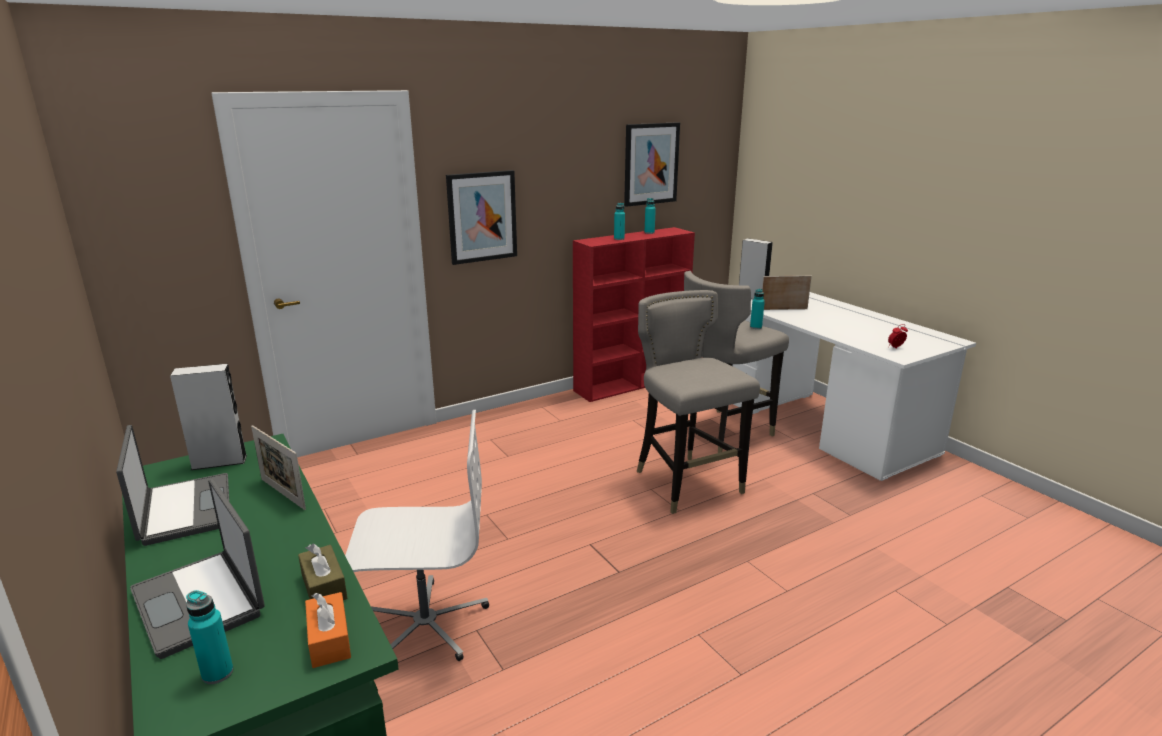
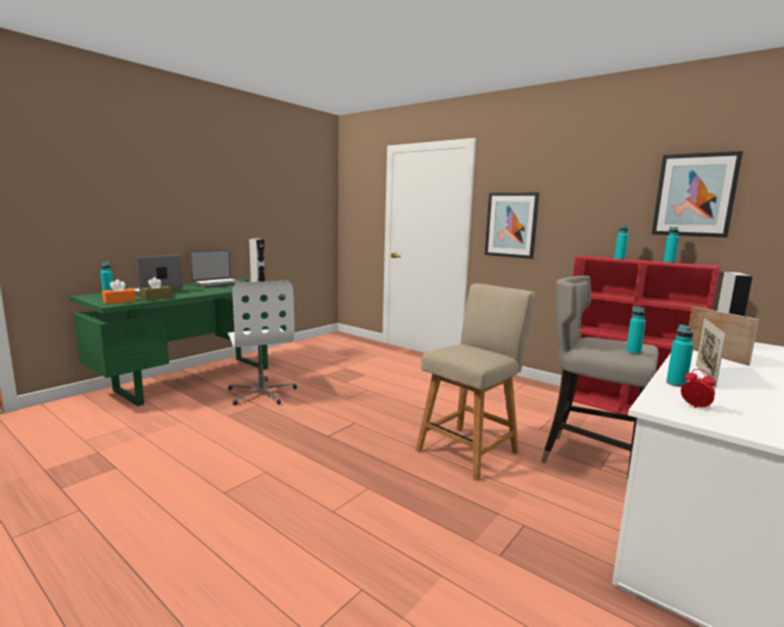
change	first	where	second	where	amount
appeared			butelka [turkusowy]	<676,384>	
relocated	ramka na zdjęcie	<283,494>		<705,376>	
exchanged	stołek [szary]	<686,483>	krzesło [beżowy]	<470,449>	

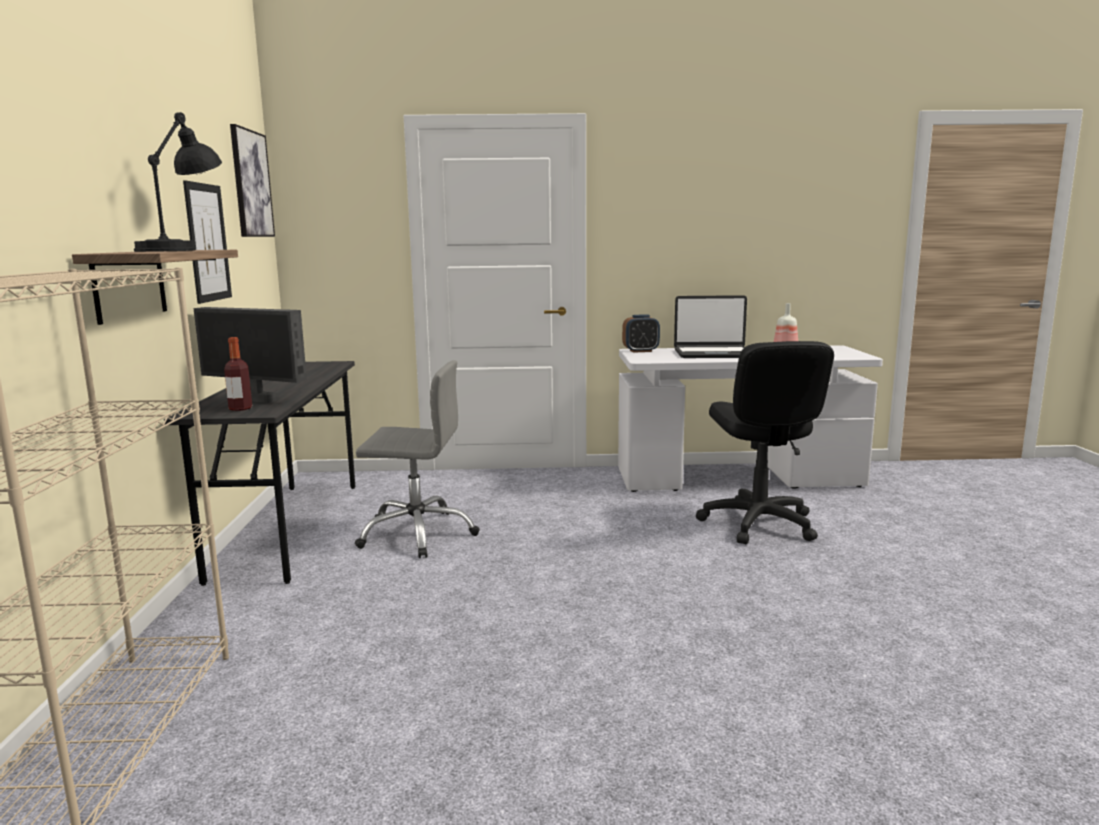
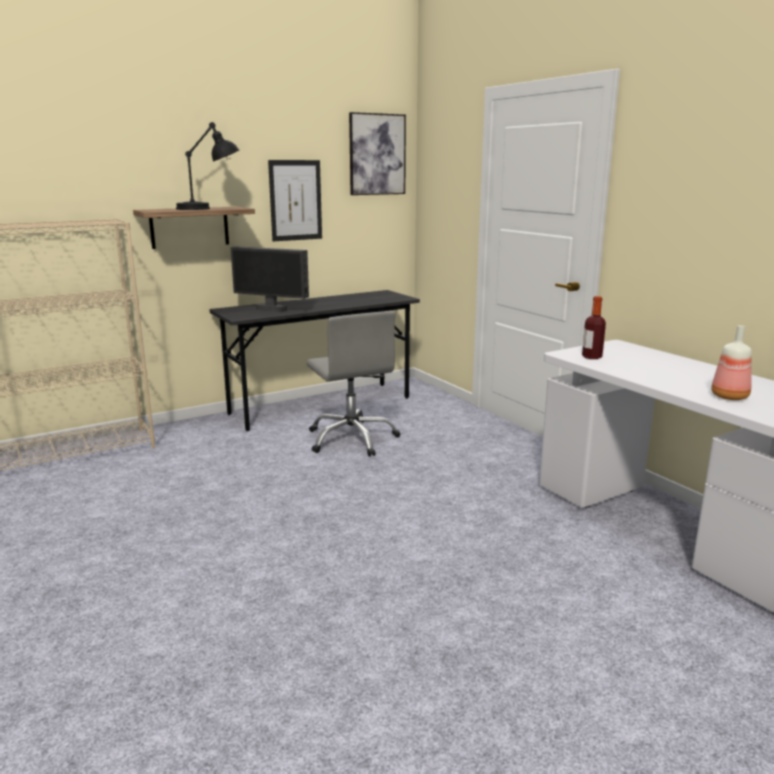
change	first	where	second	where	amount
missing	budzik	<640,351>			
missing	laptop	<713,354>			
missing	krzesło biurowe [czarny]	<758,523>			
relocated	butelka	<240,408>		<591,357>	
spun	monitor	<256,399>		<272,309>	60 degrees counterclockwise

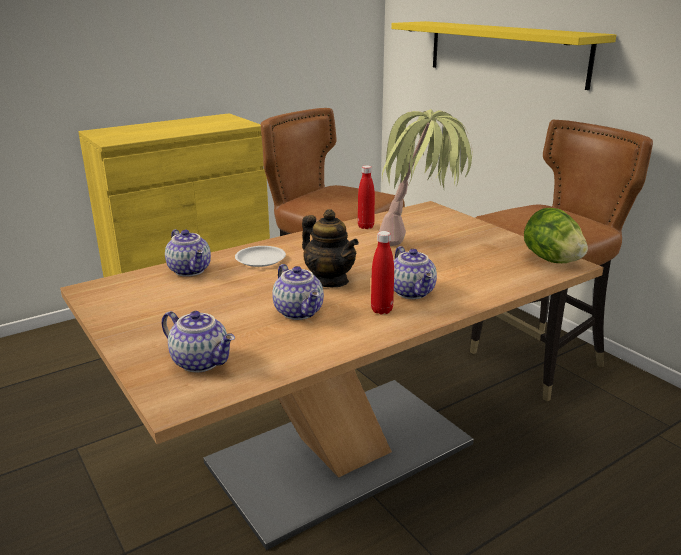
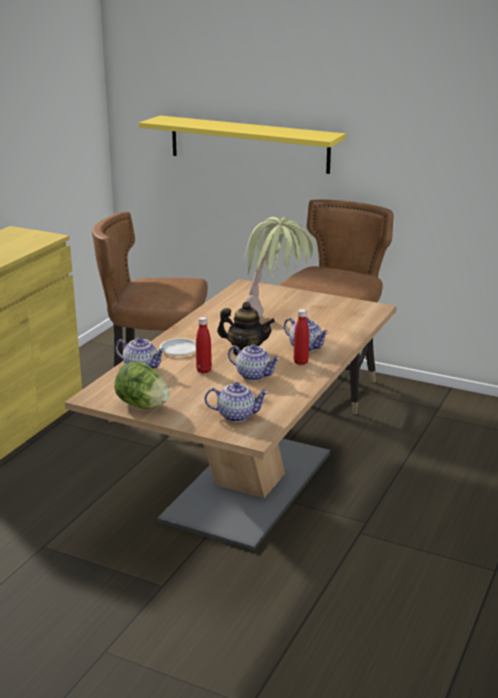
change	first	where	second	where	amount
relocated	butelka [czerwony]	<365,227>		<204,370>	
relocated	sałata	<551,260>		<142,405>	

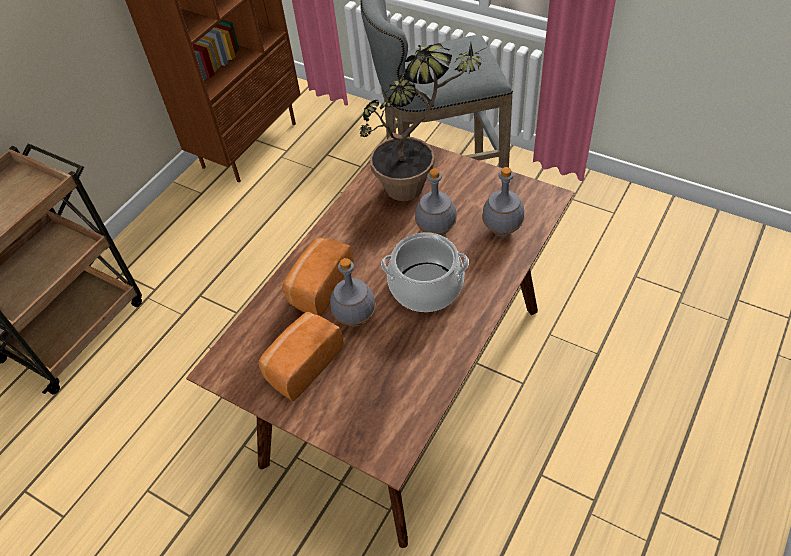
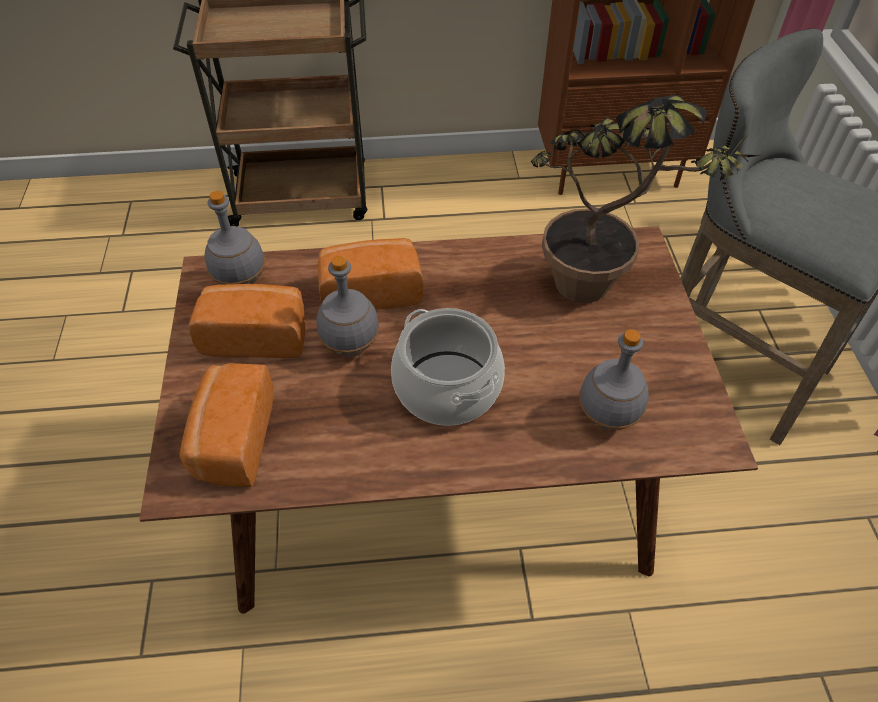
change	first	where	second	where	amount
appeared			chleb	<232,440>	
relocated	butelka [szary]	<437,231>		<241,283>	

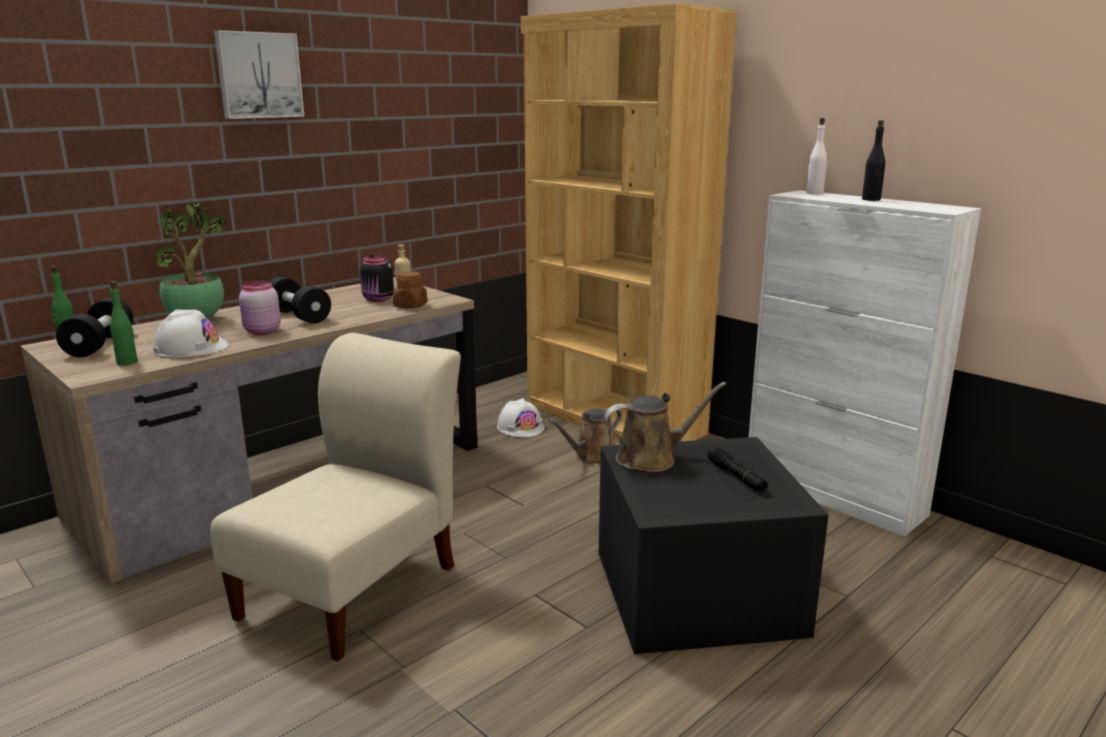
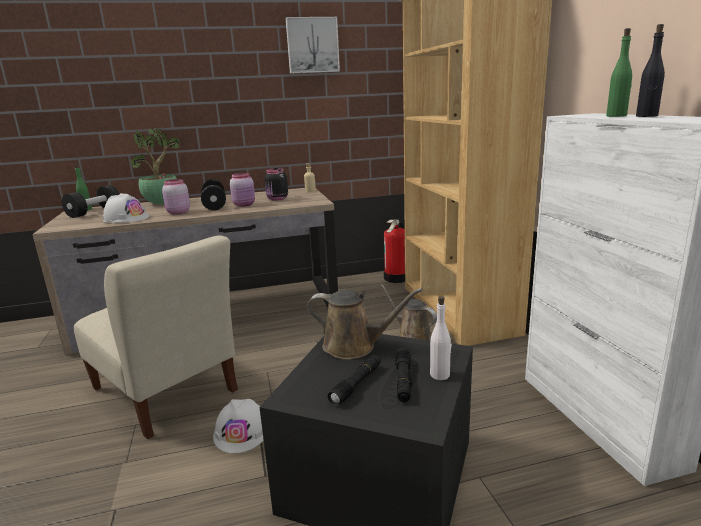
change	first	where	second	where	amount
missing	słoik [brązowy]	<410,306>			
appeared			słoik [różowy]	<244,205>	
appeared			latarka [czarny]	<356,384>	
appeared			gaśnica	<396,278>	
relocated	butelka [zielony]	<127,362>		<616,116>	
relocated	obraz	<258,75>		<312,45>	
relocated	kask [biały]	<520,427>		<242,432>	
relocated	butelka [biały]	<815,193>		<440,375>	
spun	krzesło [beżowy]	<355,587>		<166,393>	75 degrees clockwise
spun	konewka [brązowy]	<592,457>		<412,335>	60 degrees clockwise

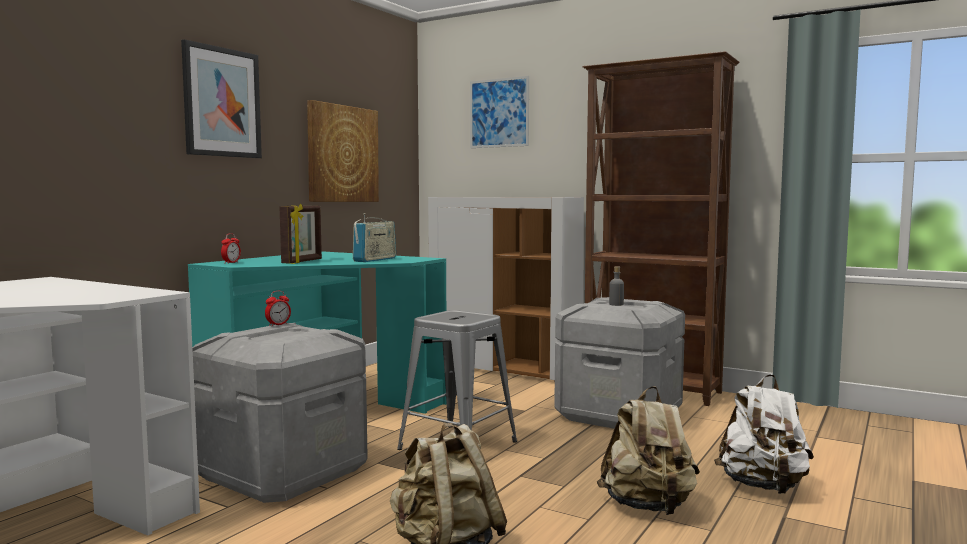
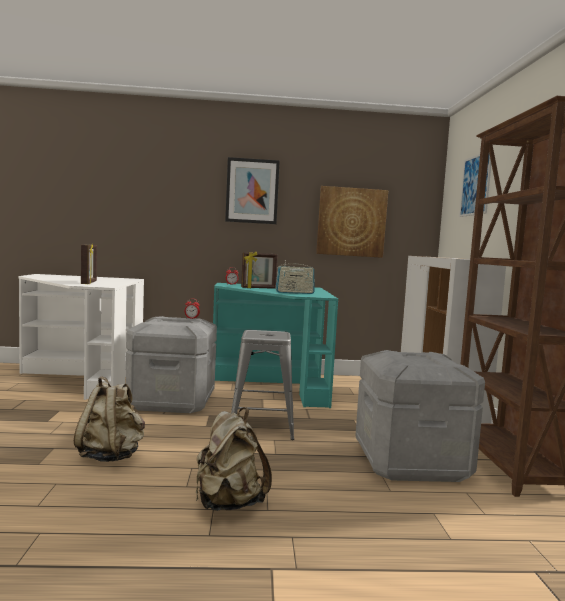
change	first	where	second	where	amount
missing	butelka [szary]	<616,304>			
missing	plecak [biały]	<763,487>			
appeared			ramka na zdjęcie	<89,283>	

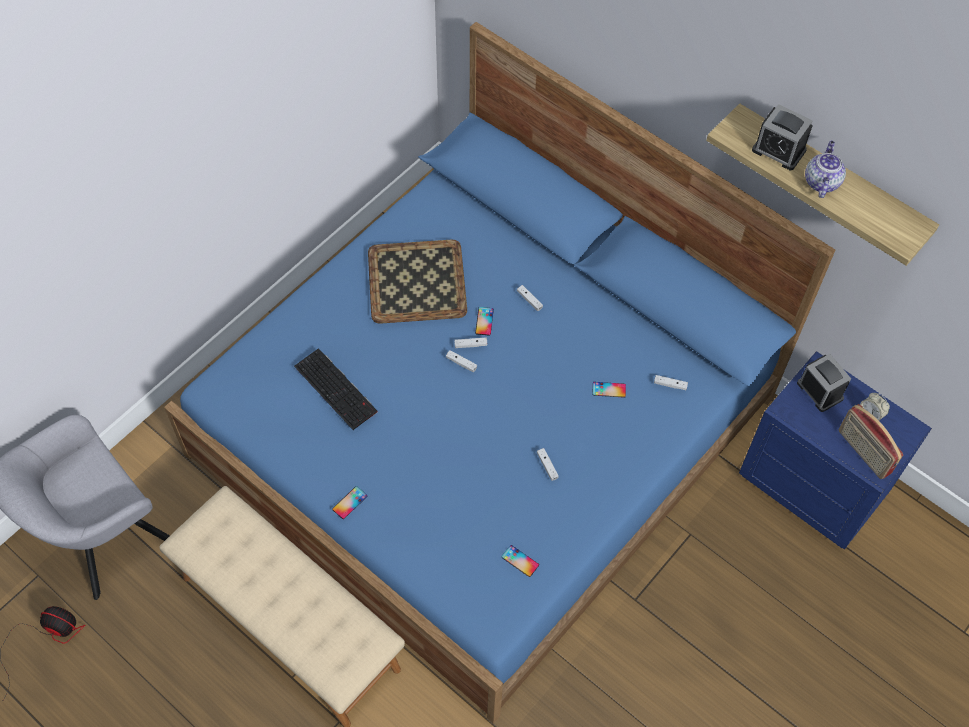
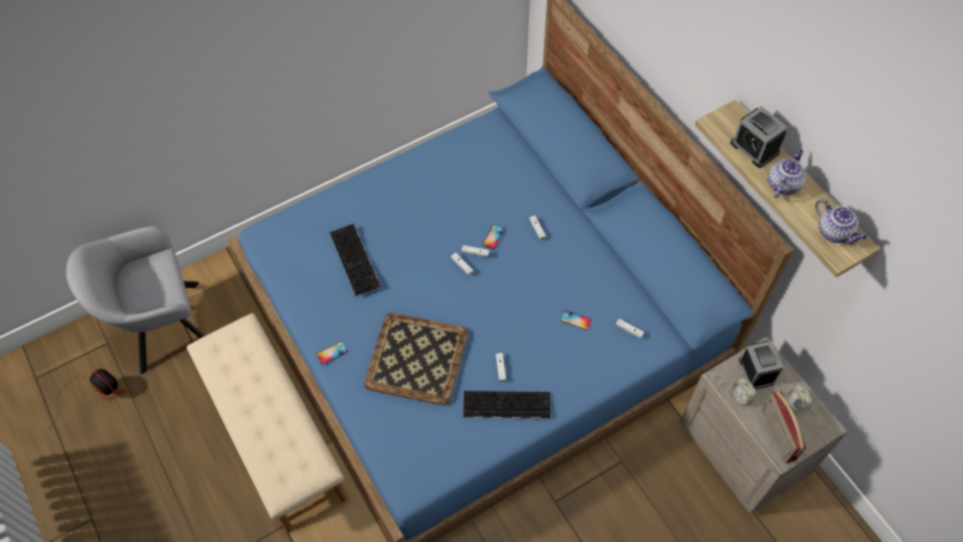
change	first	where	second	where	amount
missing	telefon	<520,561>			
appeared			klawiatura	<505,406>	
appeared			budzik	<740,396>	
appeared			imbryk	<834,232>	
relocated	taca	<417,281>		<418,358>	
colour	szafka nocna [niebieski]	<814,483>	szafka nocna [beżowy]	<744,449>	

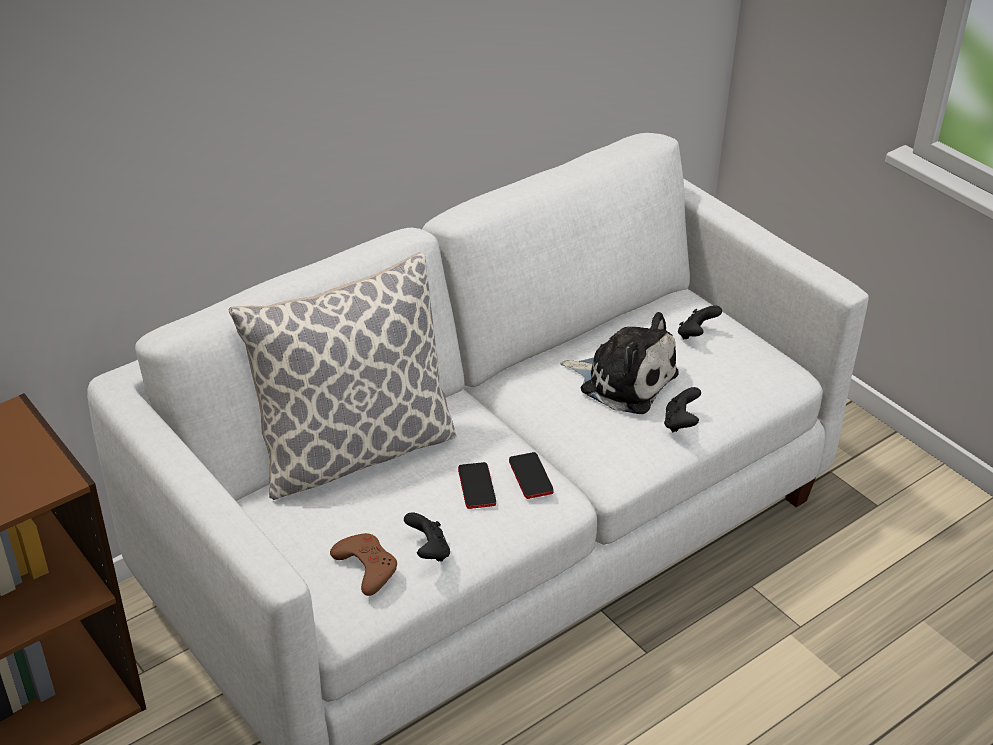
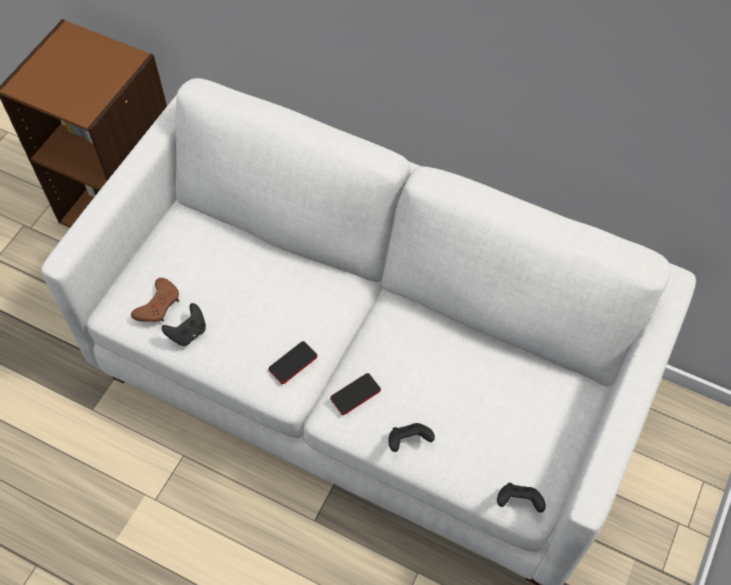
change	first	where	second	where	amount
missing	poduszka	<353,450>			
missing	pluszak	<623,380>			
relocated	telefon	<477,486>		<355,394>	
relocated	pad do gier [czarny]	<696,335>		<518,502>	

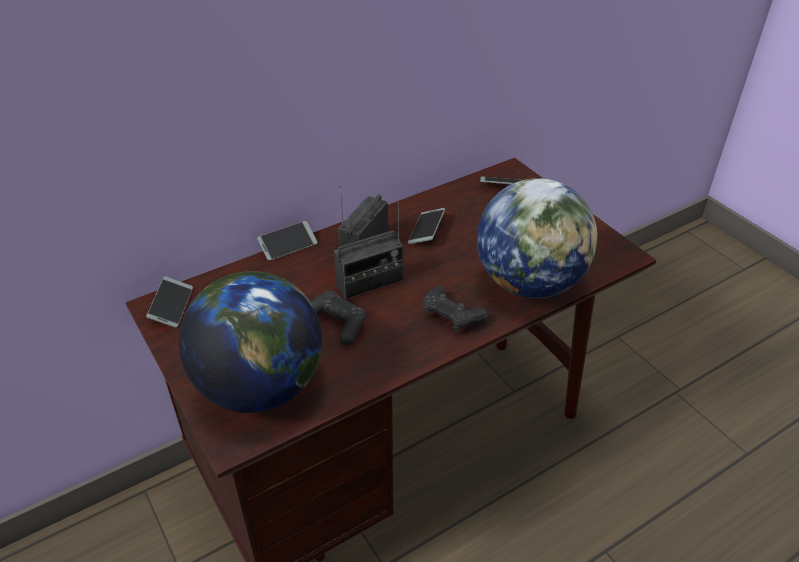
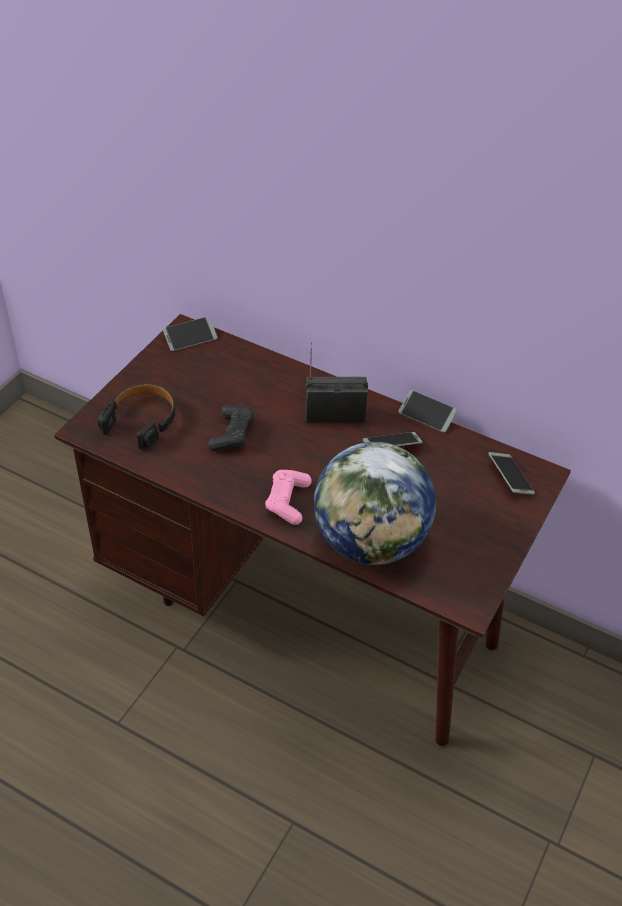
change	first	where	second	where	amount
missing	radio	<370,283>			
relocated	telefon	<288,245>		<426,415>	
exchanged	globus	<260,386>	słuchawki [czarny]	<141,420>	
colour	pad do gier [czarny]	<451,316>	pad do gier [różowy]	<287,501>	

